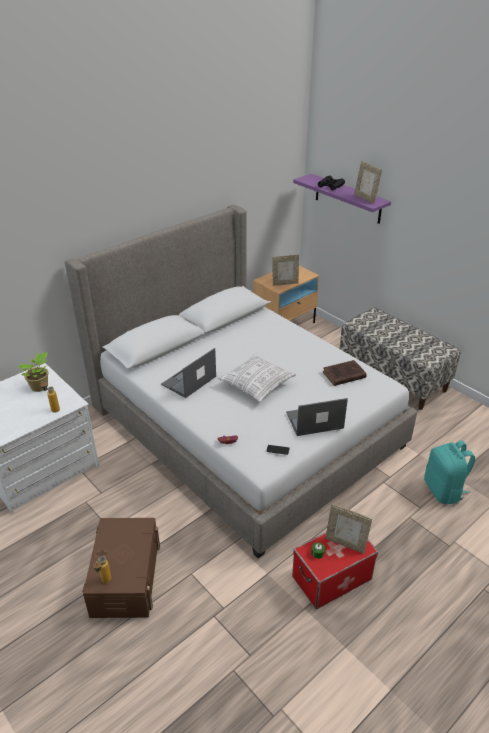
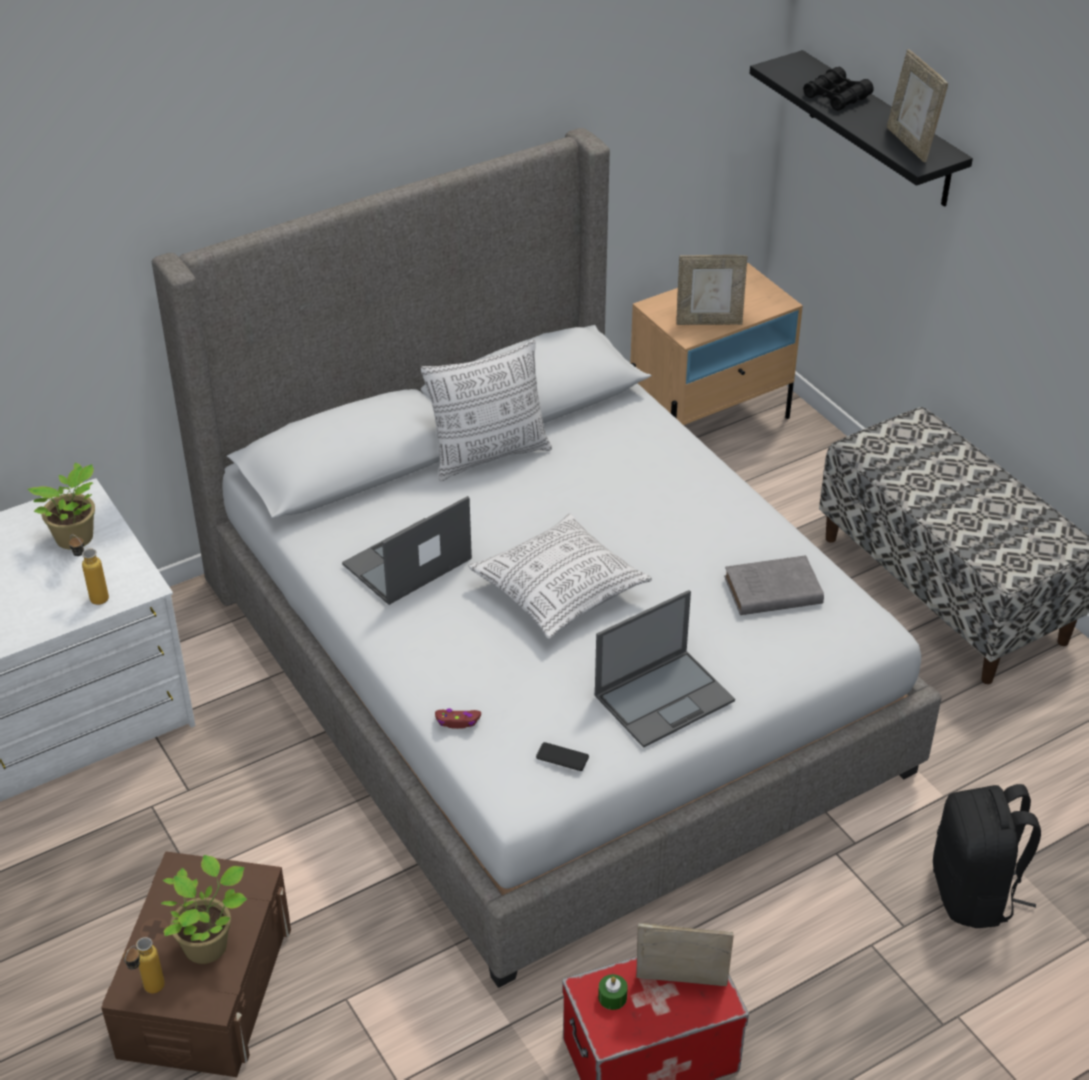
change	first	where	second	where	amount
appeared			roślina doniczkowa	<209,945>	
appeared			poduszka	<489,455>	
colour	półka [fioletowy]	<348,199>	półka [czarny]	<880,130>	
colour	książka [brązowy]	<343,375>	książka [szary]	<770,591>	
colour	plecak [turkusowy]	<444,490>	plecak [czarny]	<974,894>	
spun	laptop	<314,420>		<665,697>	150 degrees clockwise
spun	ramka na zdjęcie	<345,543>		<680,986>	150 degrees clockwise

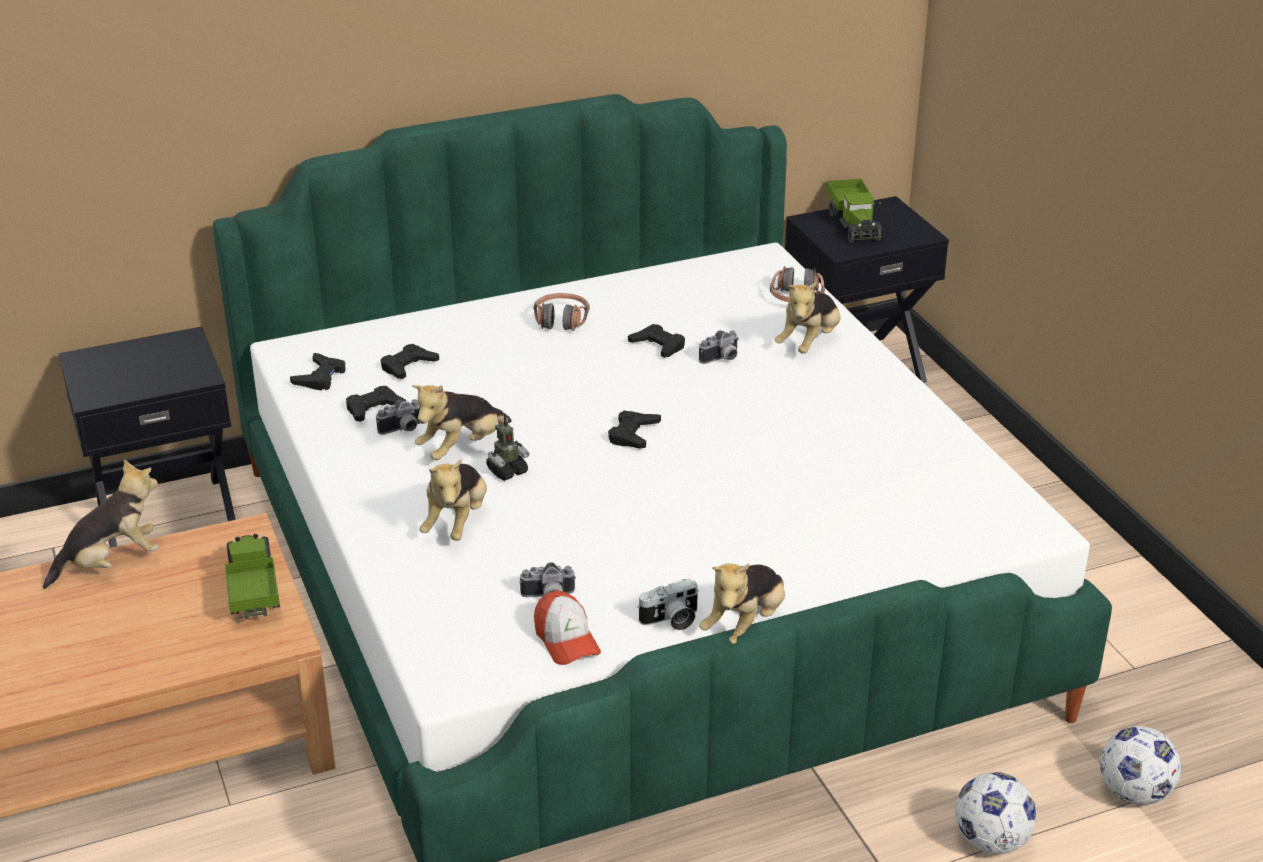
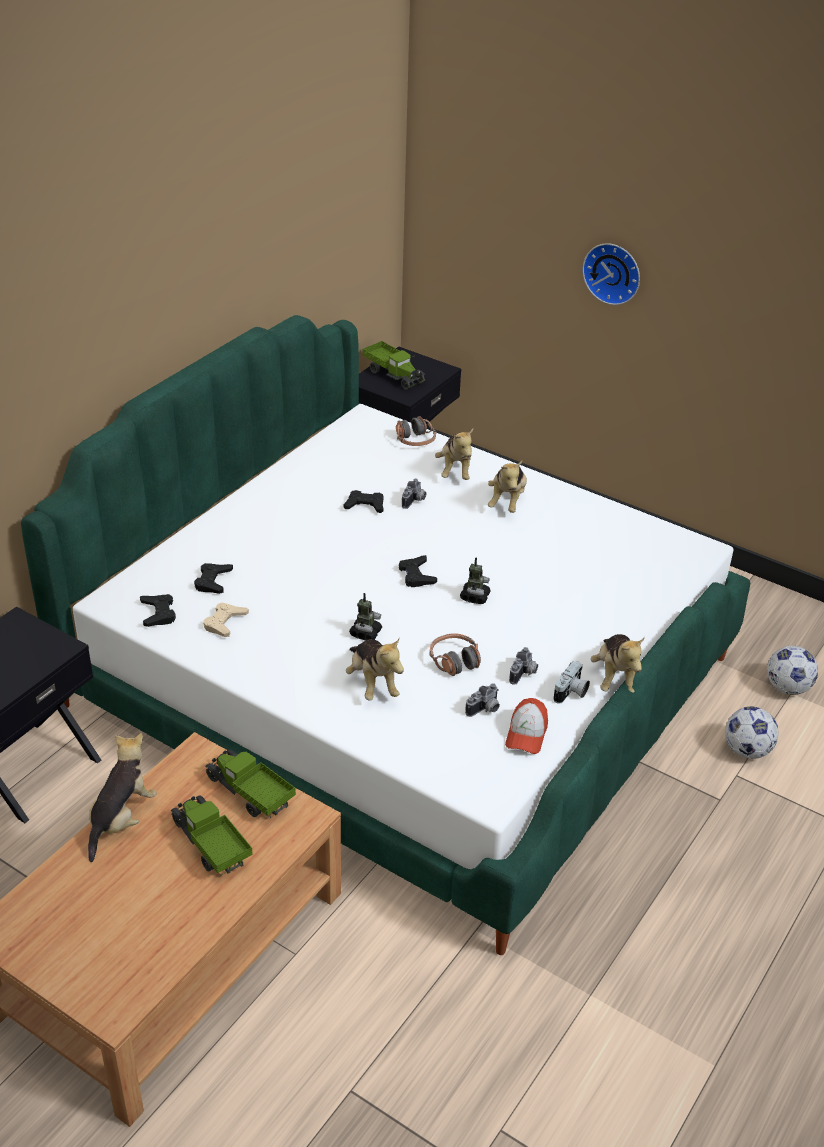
change	first	where	second	where	amount
appeared			ciężarówka zabawkowa	<210,845>	
appeared			robot zabawkowy	<474,597>	
appeared			zegar ścienny	<613,272>	
relocated	aparat fotograficzny	<402,430>		<524,674>	
relocated	pluszak	<462,448>		<507,501>	
relocated	słuchawki	<561,320>		<454,660>	
colour	pad do gier [czarny]	<374,409>	pad do gier [beżowy]	<225,623>	
spun	czapka z daszkiem	<566,640>		<526,734>	75 degrees clockwise

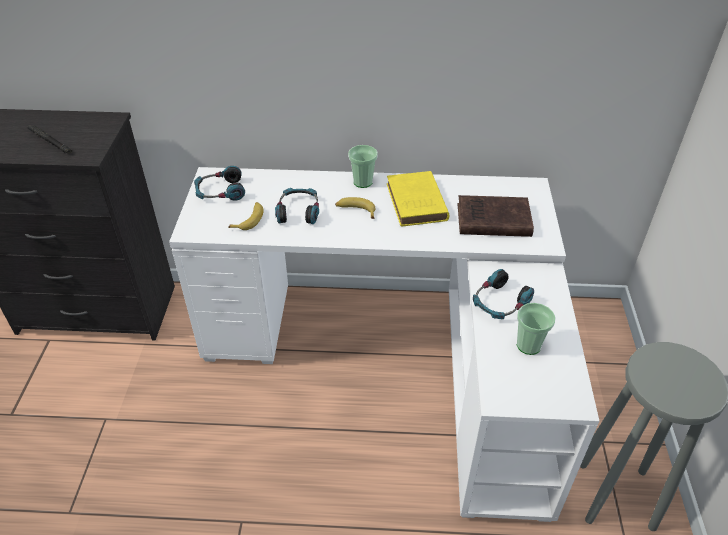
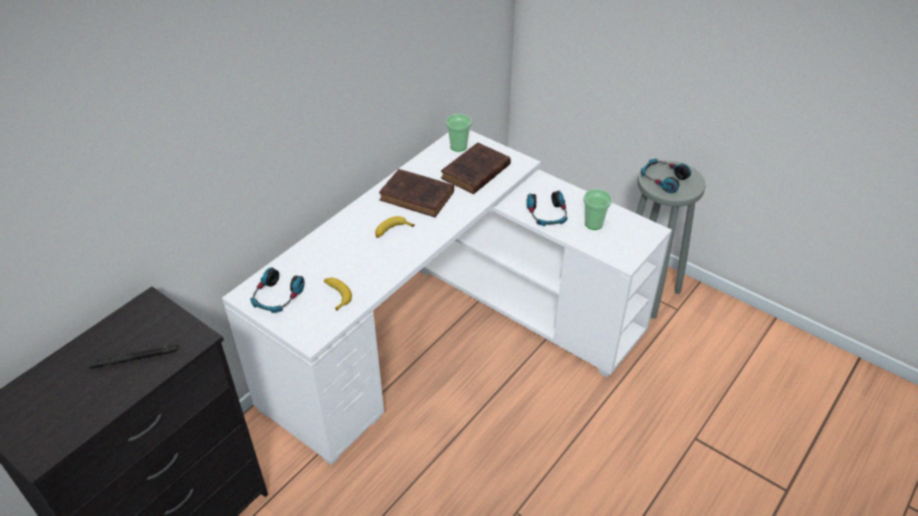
change	first	where	second	where	amount
relocated	słuchawki	<298,211>		<663,179>	
relocated	filiżanka	<362,182>		<458,146>	
colour	książka [żółty]	<417,203>	książka [brązowy]	<418,197>	

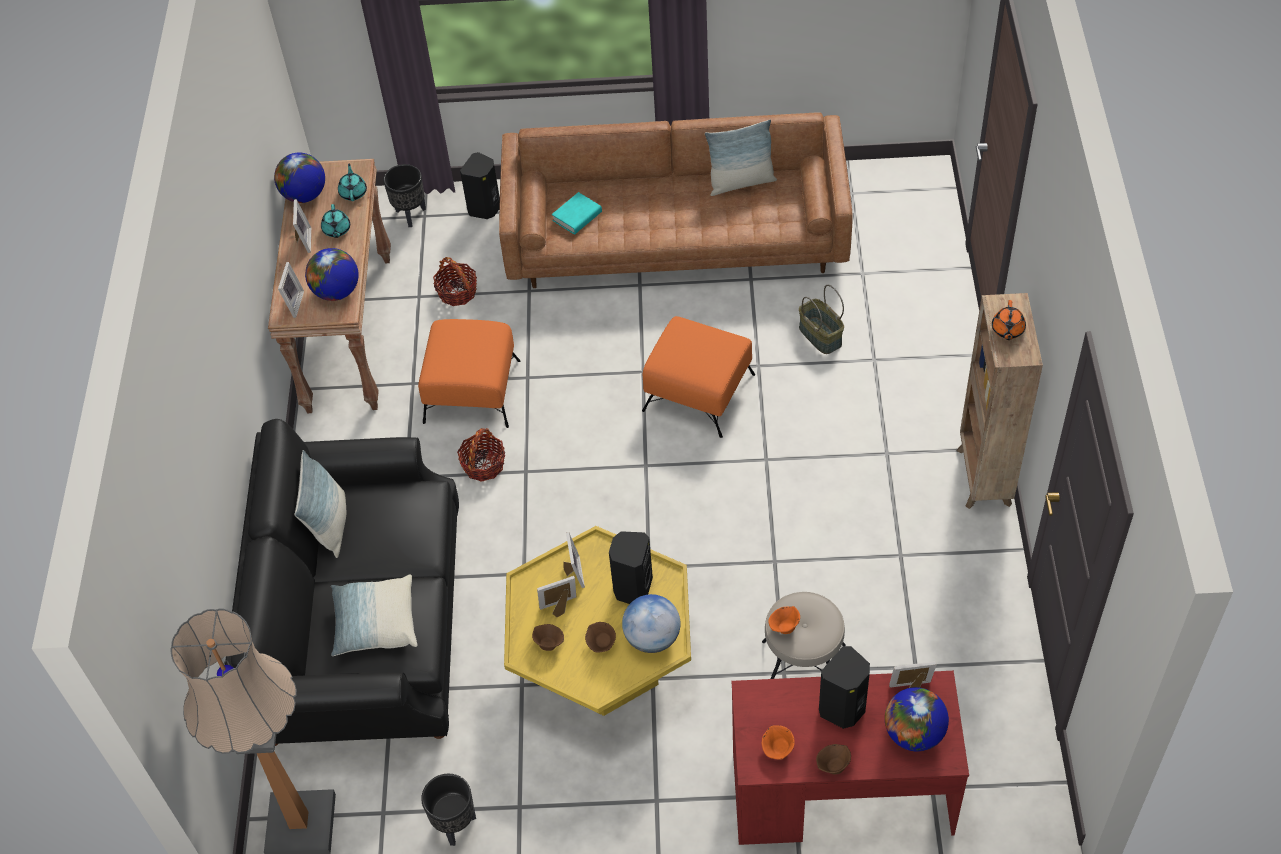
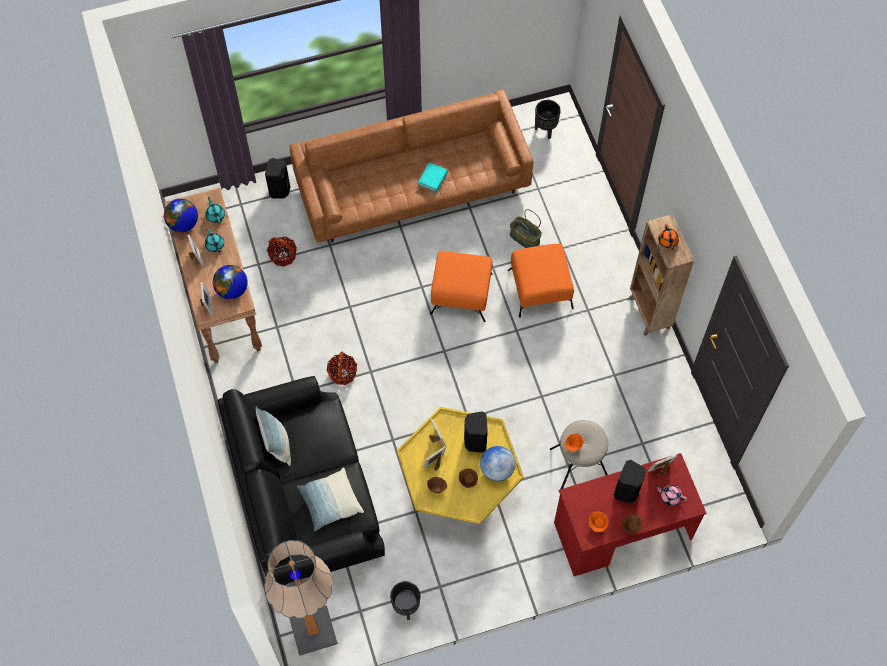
change	first	where	second	where	amount
missing	poduszka	<741,182>			
relocated	donica [czarny]	<411,215>		<545,130>	
relocated	pufa [pomarańczowy]	<471,392>		<540,289>	
relocated	książka [turkusowy]	<577,216>		<432,179>	
exchanged	globus	<914,733>	imbryk [różowy]	<670,496>	

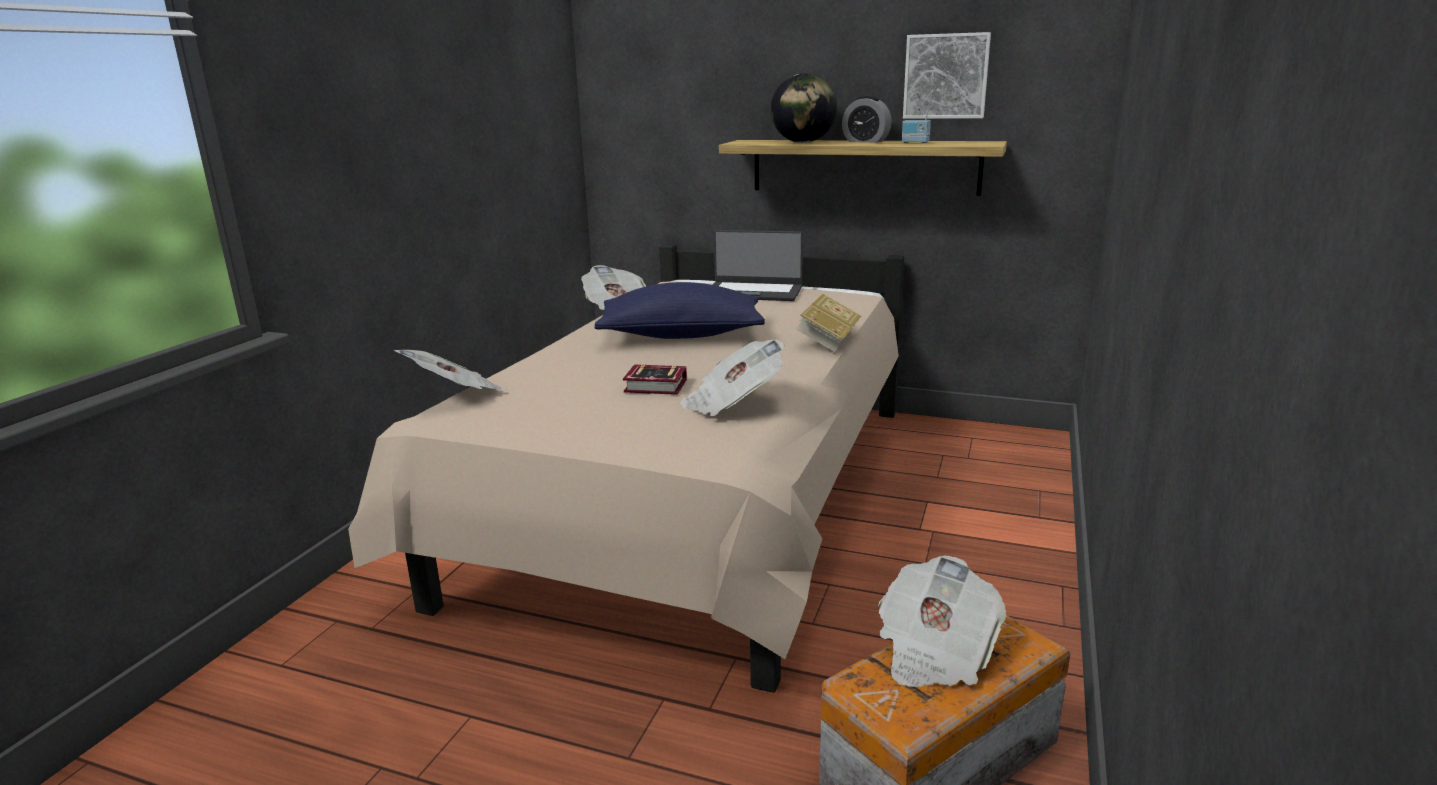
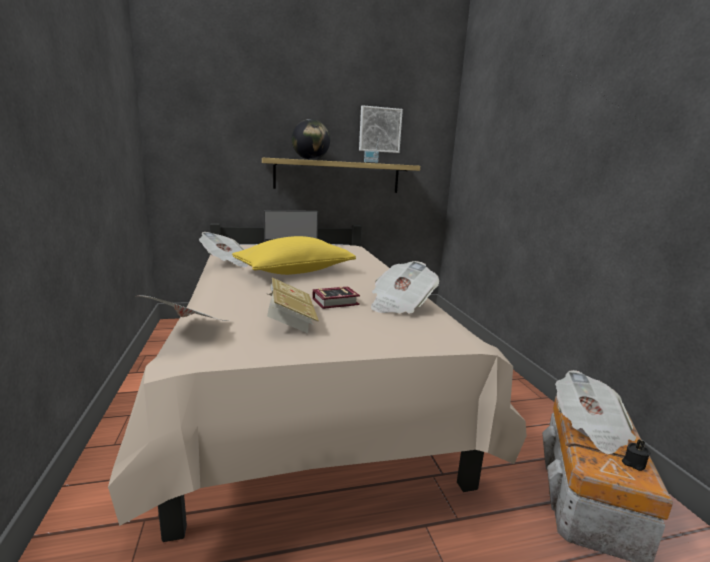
change	first	where	second	where	amount
missing	budzik	<865,141>			
appeared			świeca [czarny]	<633,463>	
relocated	książka	<828,340>		<290,320>	
colour	poduszka [niebieski]	<681,335>	poduszka [żółty]	<295,272>	

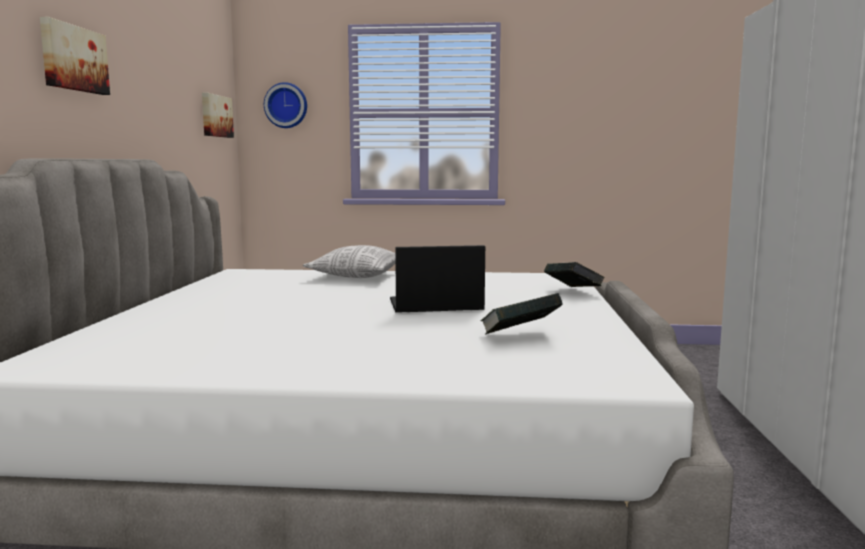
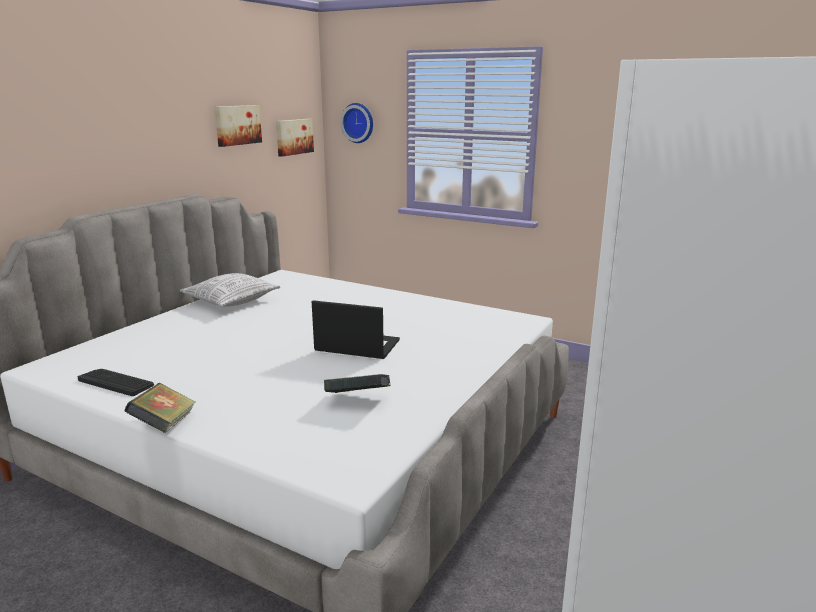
change	first	where	second	where	amount
appeared			klawiatura	<116,382>	
relocated	obraz	<73,58>		<237,125>	
relocated	poduszka	<357,276>		<231,301>	
relocated	książka	<573,291>		<164,425>	

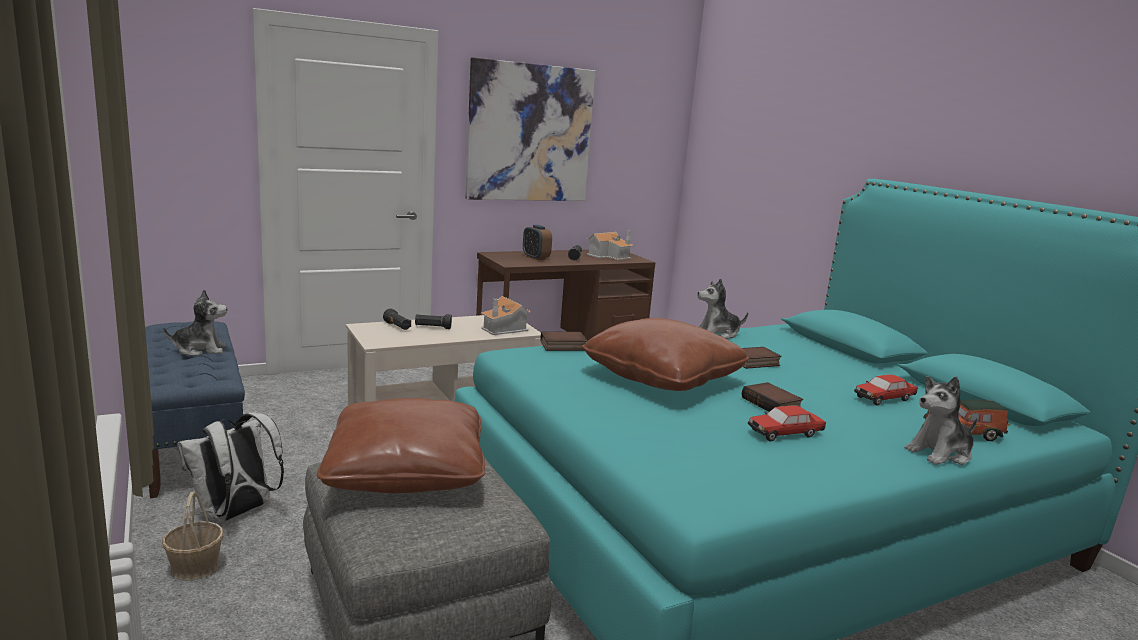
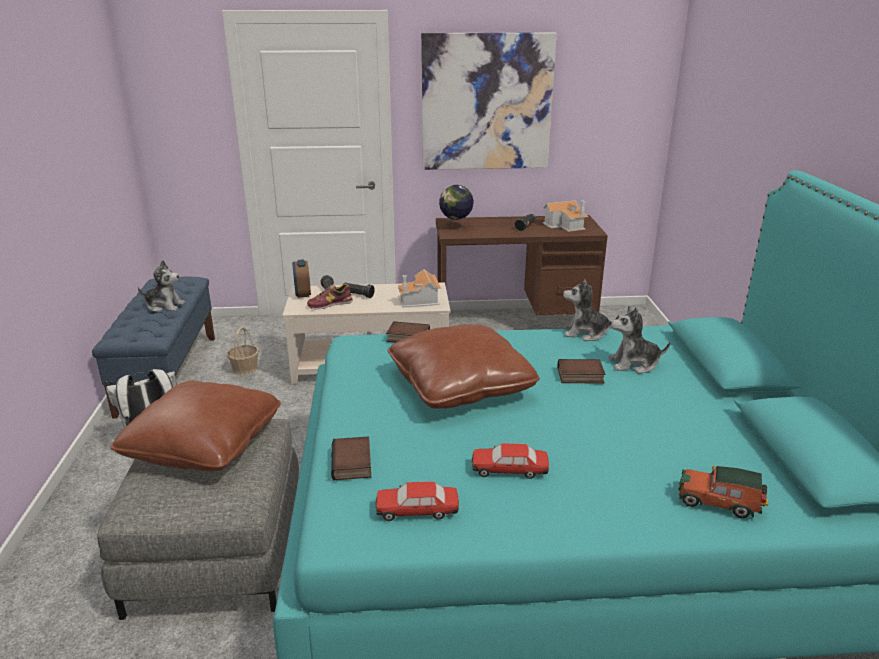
change	first	where	second	where	amount
appeared			but	<330,304>	
appeared			globus	<456,228>	
relocated	koszyk	<195,567>		<244,369>	
relocated	budzik	<536,258>		<302,293>	
relocated	książka	<772,404>		<353,463>	
relocated	samochodzik	<884,398>		<417,510>	
relocated	pluszak	<940,453>		<634,364>	

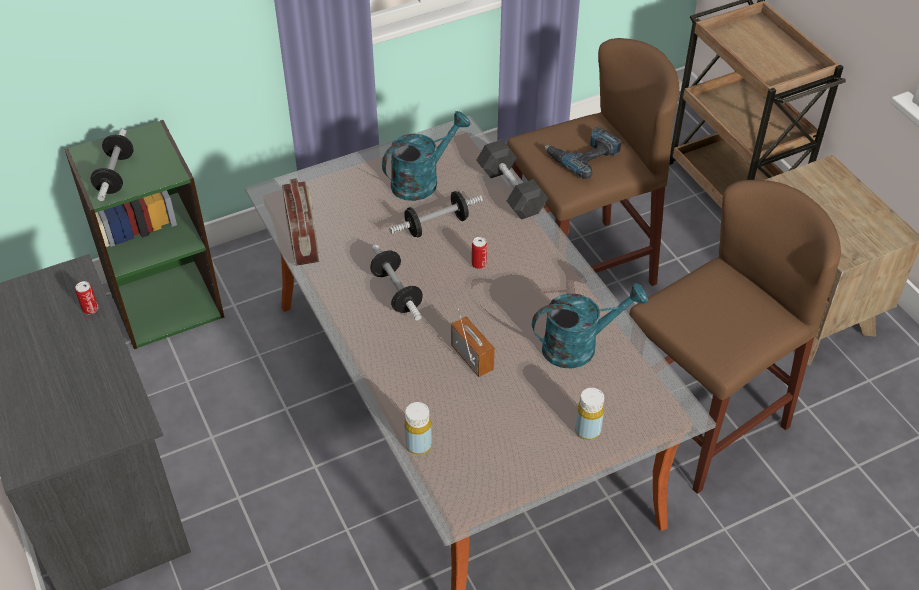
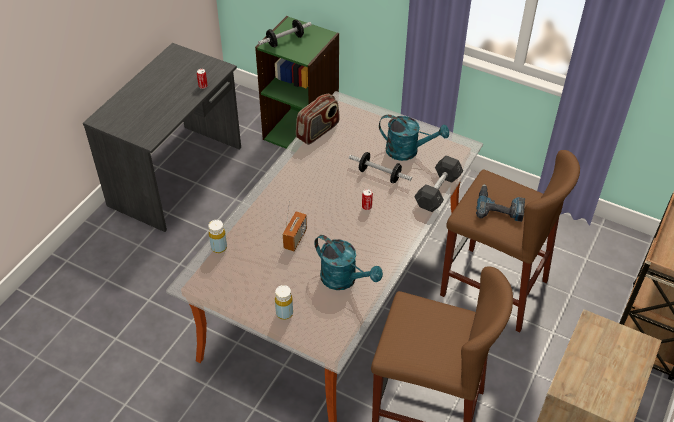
change	first	where	second	where	amount
missing	hantel	<396,292>			

